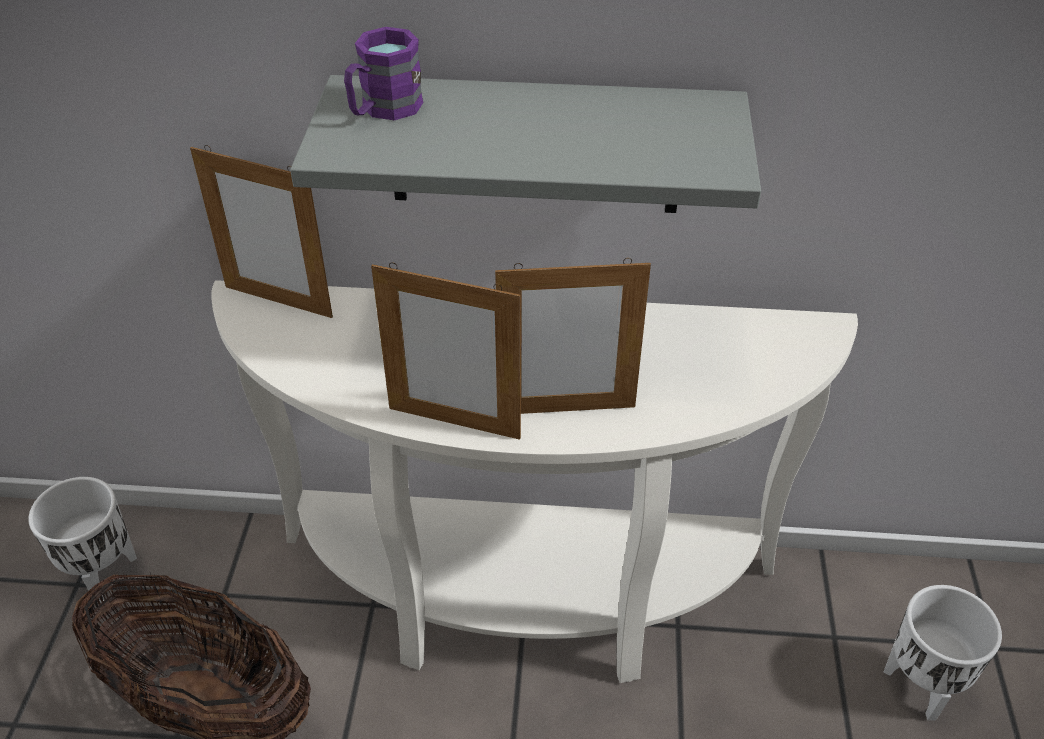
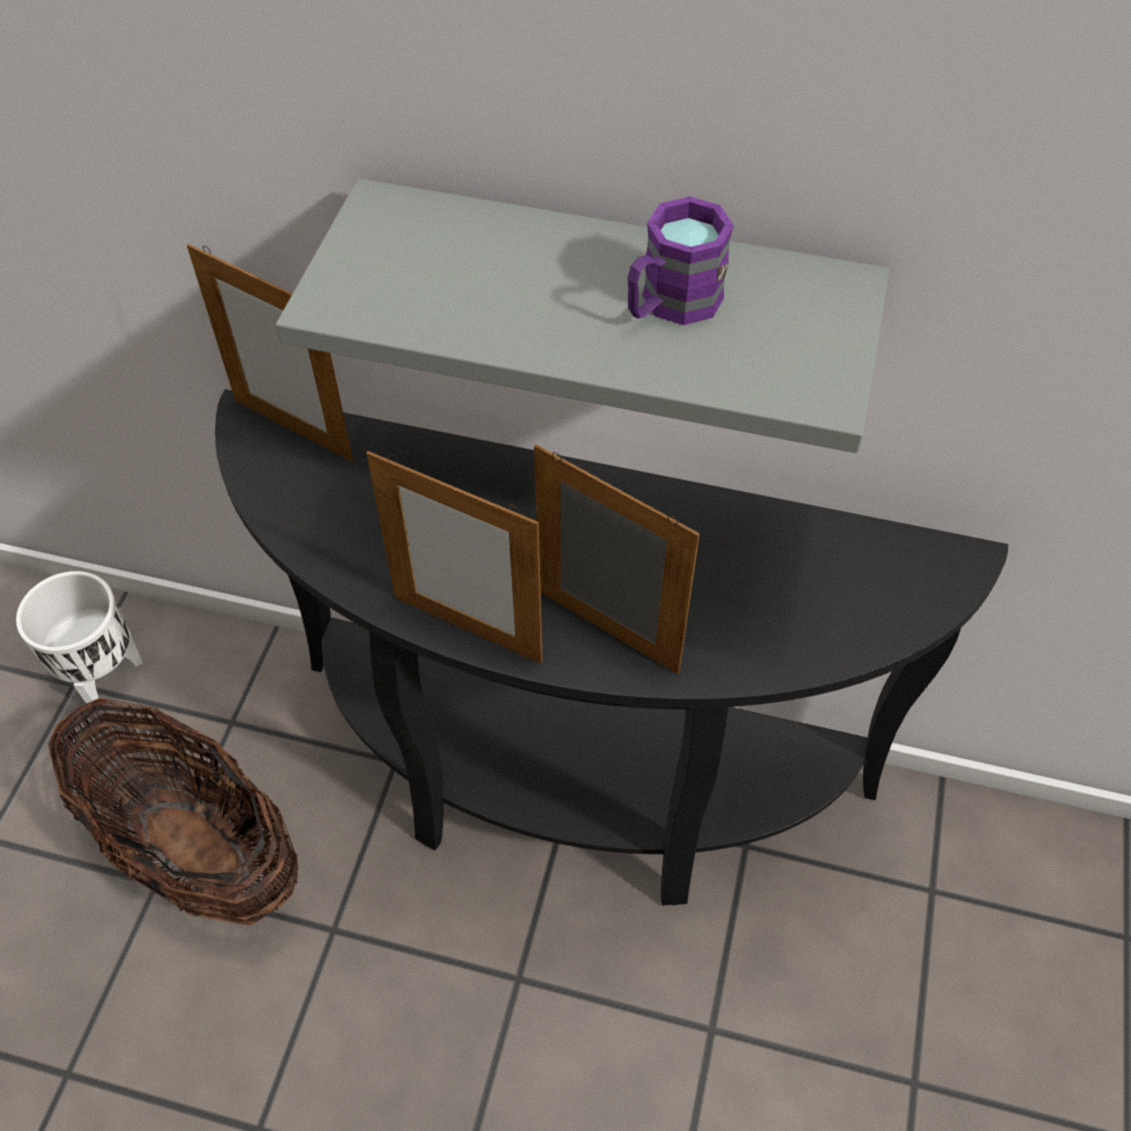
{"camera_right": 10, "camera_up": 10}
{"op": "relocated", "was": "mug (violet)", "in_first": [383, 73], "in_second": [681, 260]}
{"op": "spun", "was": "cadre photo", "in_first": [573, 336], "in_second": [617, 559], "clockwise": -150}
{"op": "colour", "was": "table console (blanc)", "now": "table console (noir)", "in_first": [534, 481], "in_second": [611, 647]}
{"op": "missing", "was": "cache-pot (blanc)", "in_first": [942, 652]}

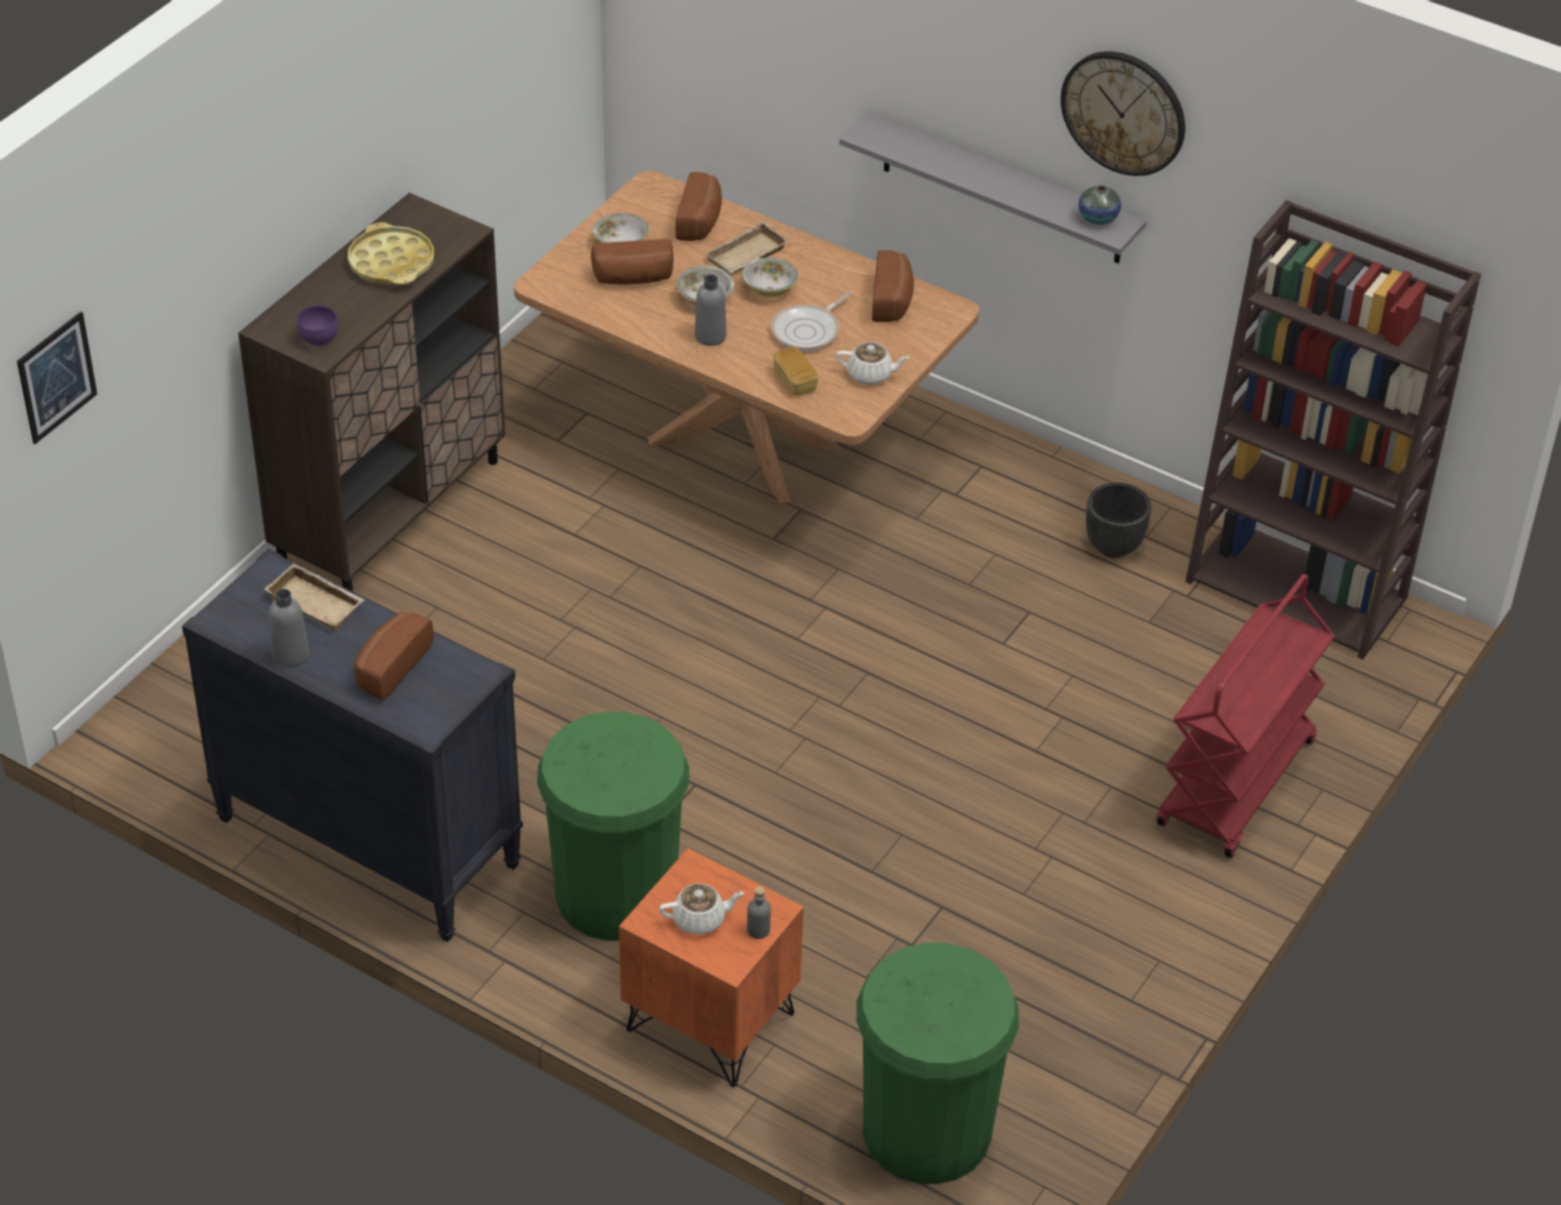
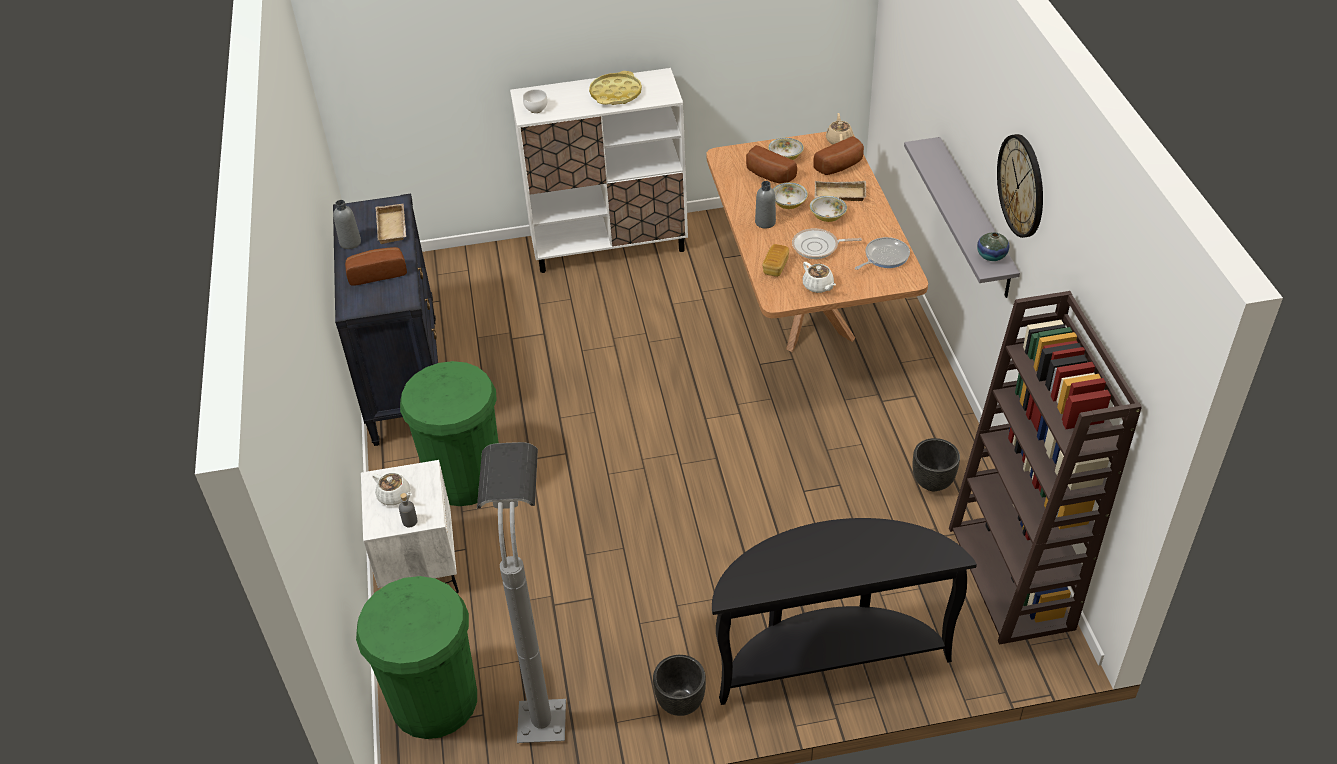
{"camera_right": 50, "camera_up": 0}
{"op": "colour", "was": "meuble de rangement (marron)", "now": "meuble de rangement (blanc)", "in_first": [371, 392], "in_second": [599, 170]}
{"op": "exchanged", "was": "pain", "now": "poêle", "in_first": [893, 286], "in_second": [882, 253]}
{"op": "colour", "was": "bol (violet)", "now": "bol (blanc)", "in_first": [317, 325], "in_second": [535, 101]}
{"op": "missing", "was": "tableau", "in_first": [57, 378]}
{"op": "exchanged", "was": "chariot (rouge)", "now": "table console (noir)", "in_first": [1245, 716], "in_second": [844, 611]}
{"op": "colour", "was": "table de chevet (orange)", "now": "table de chevet (blanc)", "in_first": [711, 967], "in_second": [410, 526]}
{"op": "appeared", "now": "théière (beige)", "in_second": [840, 129]}
{"op": "appeared", "now": "lampadaire (gris)", "in_second": [521, 592]}
{"op": "appeared", "now": "cache-pot (noir)", "in_second": [679, 685]}

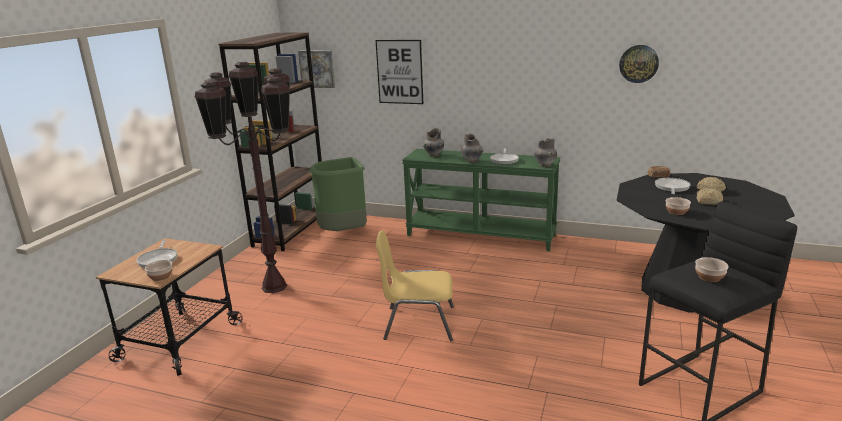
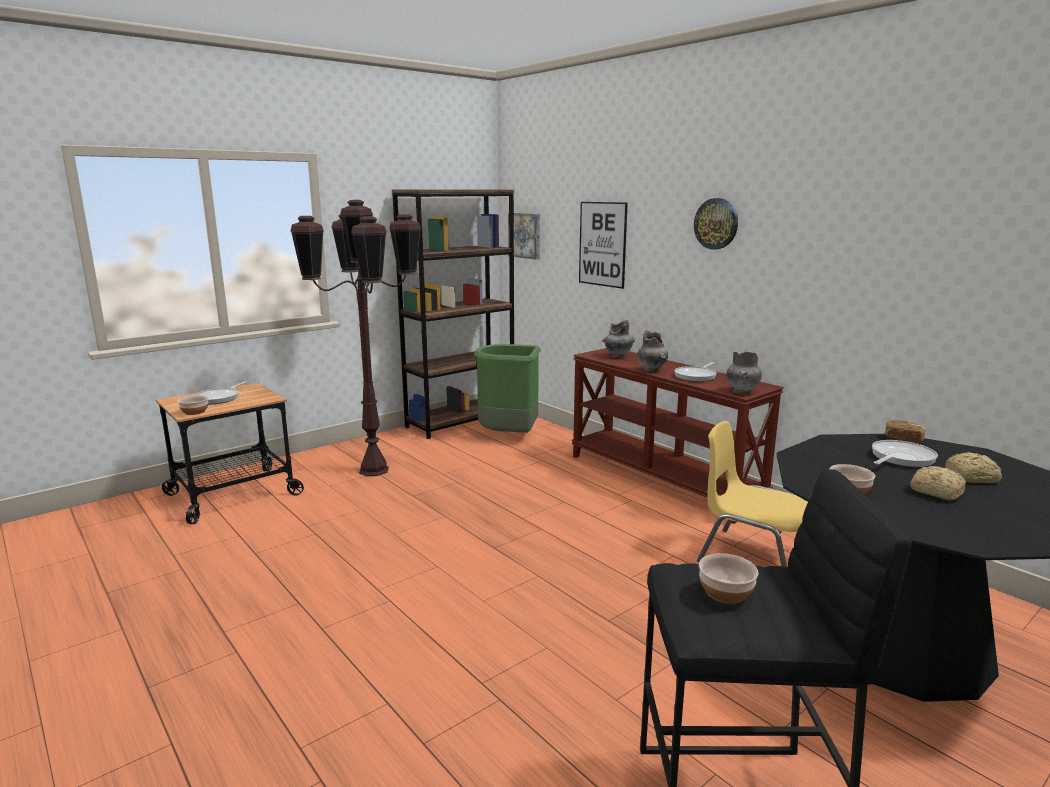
{"camera_right": 30, "camera_up": -5}
{"op": "relocated", "was": "horloge murale", "in_first": [639, 64], "in_second": [716, 224]}
{"op": "colour", "was": "table console (vert)", "now": "table console (marron)", "in_first": [481, 200], "in_second": [678, 436]}
{"op": "relocated", "was": "chaise (jaune)", "in_first": [415, 285], "in_second": [752, 494]}

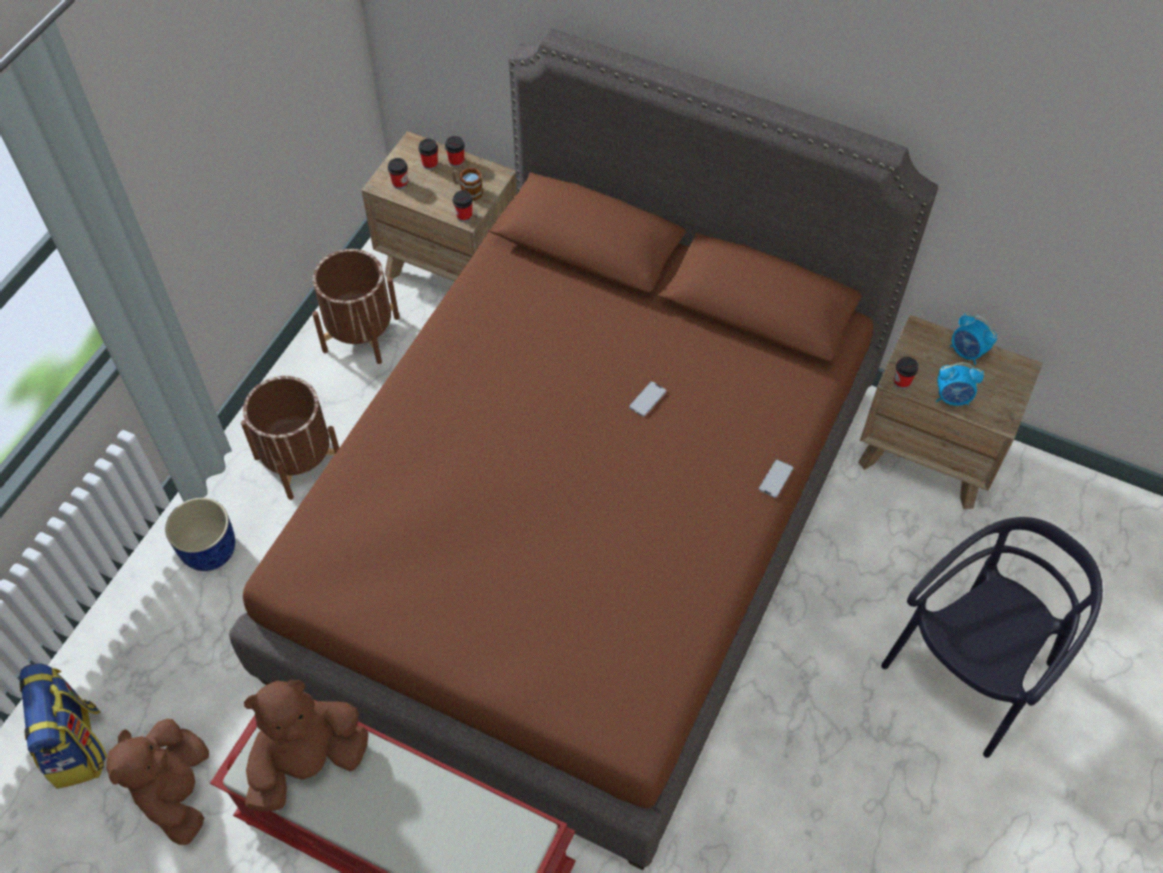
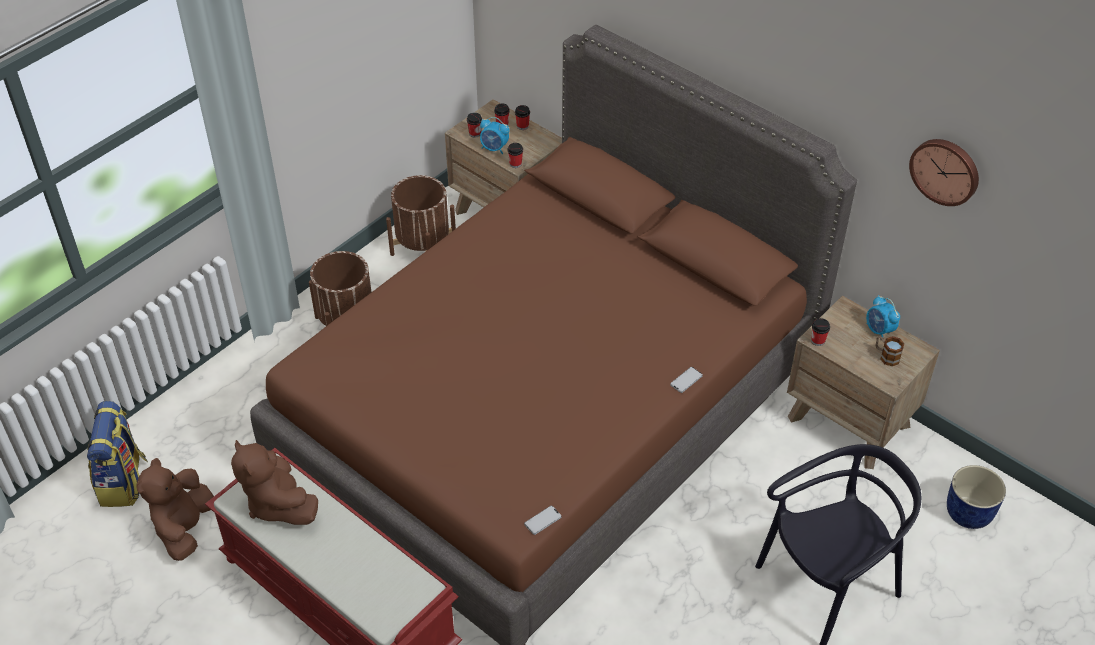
{"camera_right": 15, "camera_up": -10}
{"op": "relocated", "was": "mug", "in_first": [467, 184], "in_second": [889, 351]}
{"op": "relocated", "was": "réveil", "in_first": [960, 384], "in_second": [495, 135]}
{"op": "relocated", "was": "téléphone", "in_first": [647, 399], "in_second": [543, 520]}
{"op": "relocated", "was": "cache-pot (bleu)", "in_first": [200, 534], "in_second": [976, 497]}
{"op": "spun", "was": "peluche (marron)", "in_first": [306, 746], "in_second": [274, 482], "clockwise": -105}
{"op": "appeared", "now": "horloge murale", "in_second": [944, 172]}

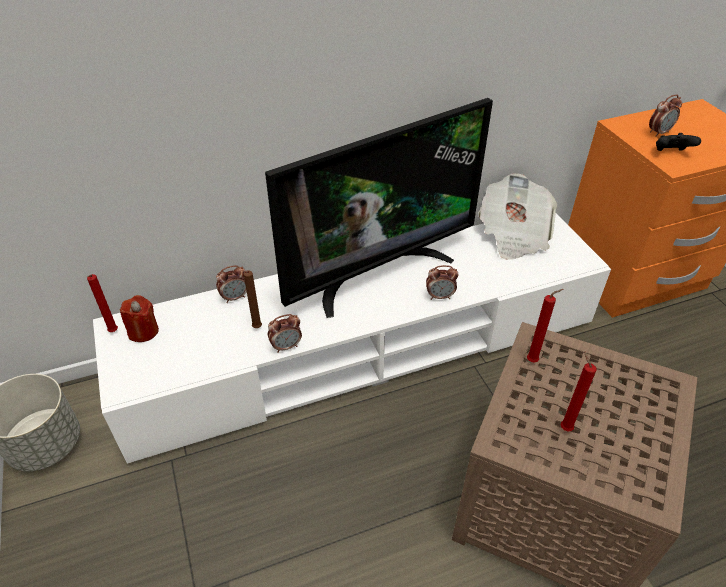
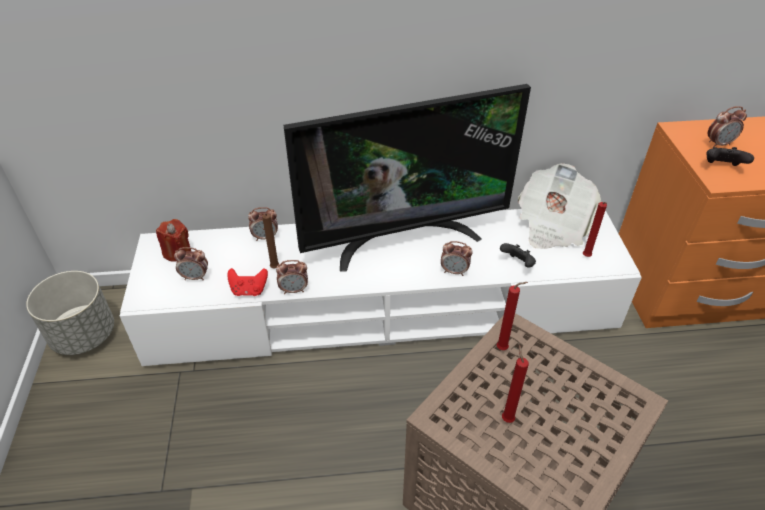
{"camera_right": 15, "camera_up": 0}
{"op": "relocated", "was": "bougie (rouge)", "in_first": [102, 303], "in_second": [595, 229]}
{"op": "appeared", "now": "manette (noir)", "in_second": [518, 255]}
{"op": "appeared", "now": "réveil", "in_second": [191, 263]}
{"op": "appeared", "now": "manette (rouge)", "in_second": [247, 282]}

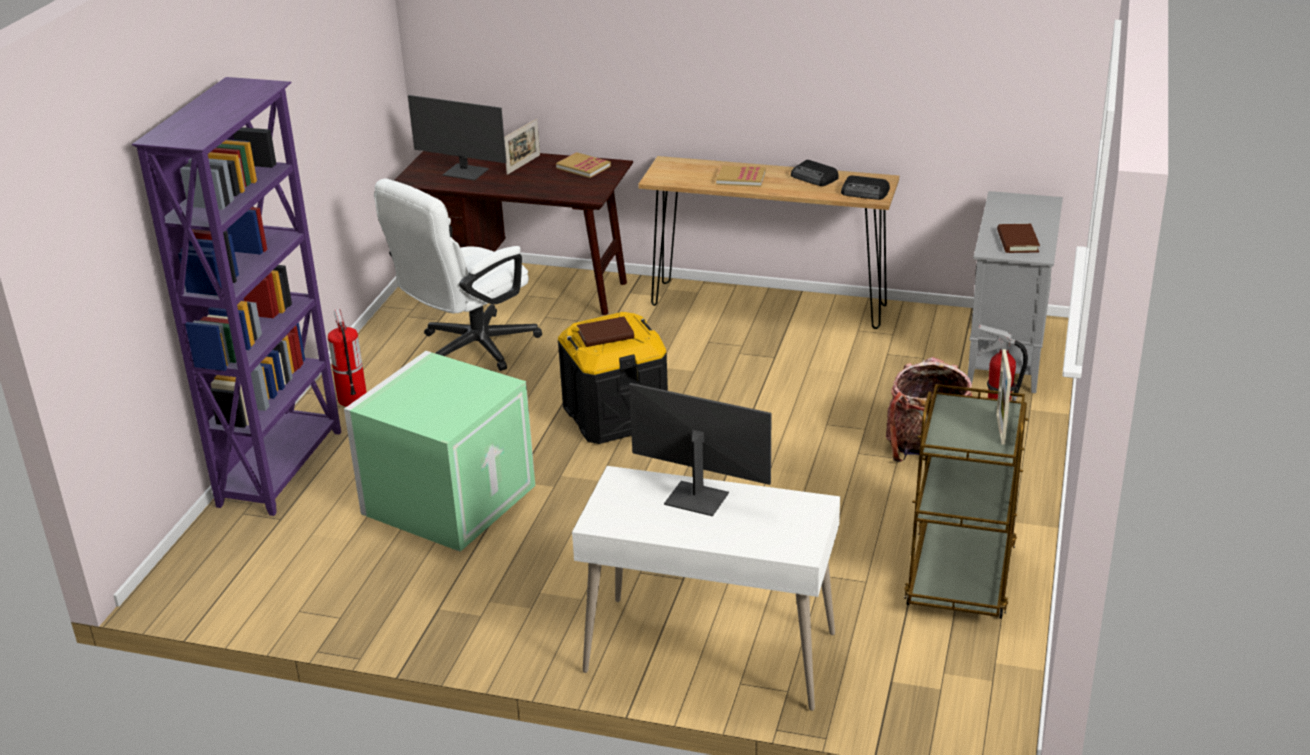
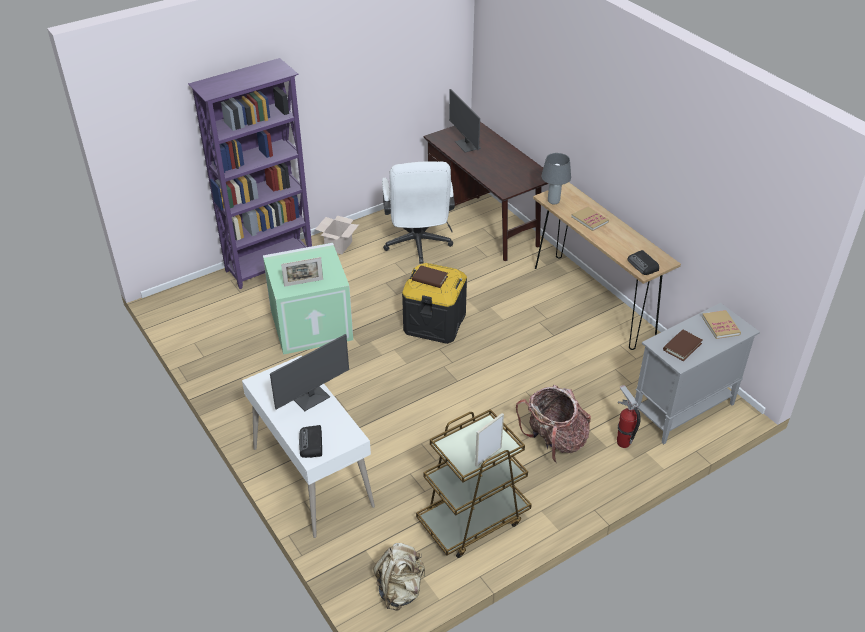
{"camera_right": 40, "camera_up": 10}
{"op": "relocated", "was": "cadre photo", "in_first": [522, 146], "in_second": [302, 272]}
{"op": "relocated", "was": "livre", "in_first": [583, 165], "in_second": [721, 324]}
{"op": "relocated", "was": "radio", "in_first": [815, 173], "in_second": [310, 441]}
{"op": "spun", "was": "chaise de bureau (blanc)", "in_first": [458, 274], "in_second": [418, 212], "clockwise": -90}
{"op": "exchanged", "was": "extincteur", "now": "carton", "in_first": [347, 358], "in_second": [337, 235]}
{"op": "spun", "was": "écran d'ordinateur", "in_first": [700, 449], "in_second": [309, 372], "clockwise": 75}
{"op": "appeared", "now": "lampe de table (gris)", "in_second": [556, 178]}
{"op": "appeared", "now": "sac à dos (beige)", "in_second": [399, 577]}

